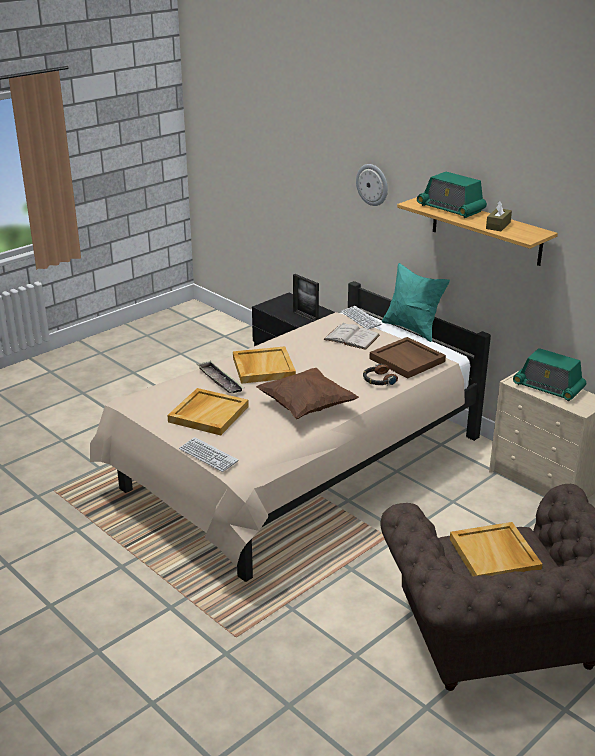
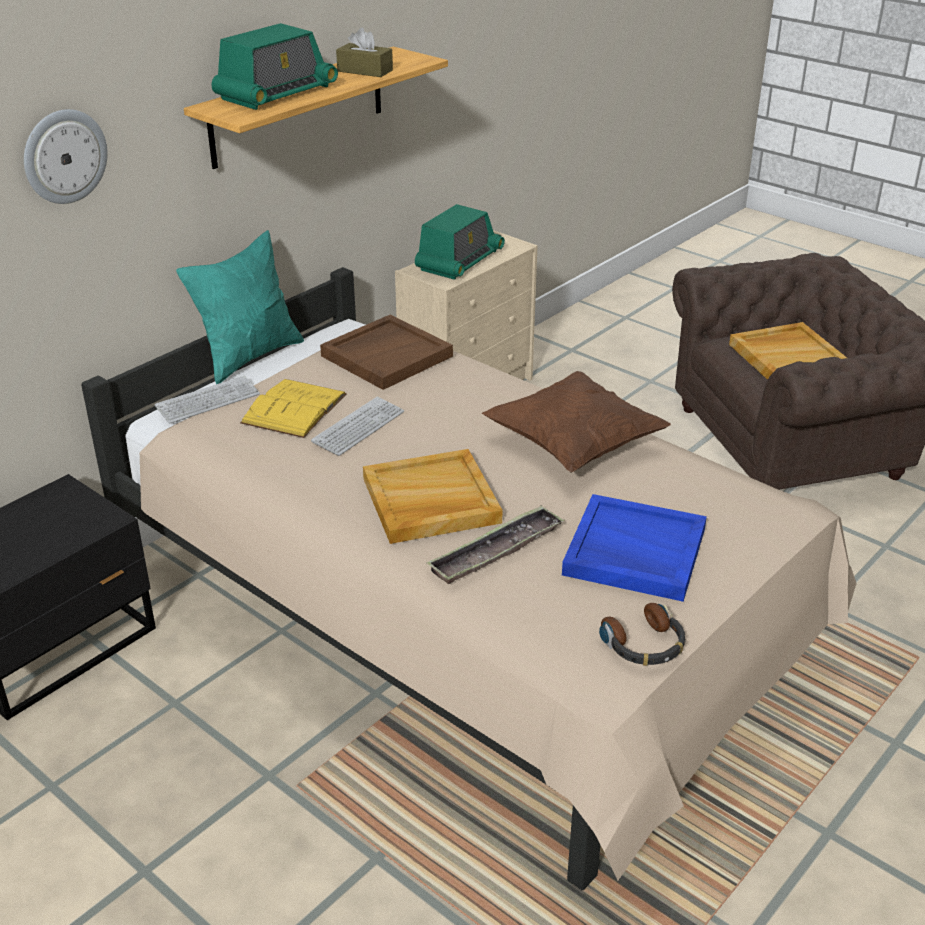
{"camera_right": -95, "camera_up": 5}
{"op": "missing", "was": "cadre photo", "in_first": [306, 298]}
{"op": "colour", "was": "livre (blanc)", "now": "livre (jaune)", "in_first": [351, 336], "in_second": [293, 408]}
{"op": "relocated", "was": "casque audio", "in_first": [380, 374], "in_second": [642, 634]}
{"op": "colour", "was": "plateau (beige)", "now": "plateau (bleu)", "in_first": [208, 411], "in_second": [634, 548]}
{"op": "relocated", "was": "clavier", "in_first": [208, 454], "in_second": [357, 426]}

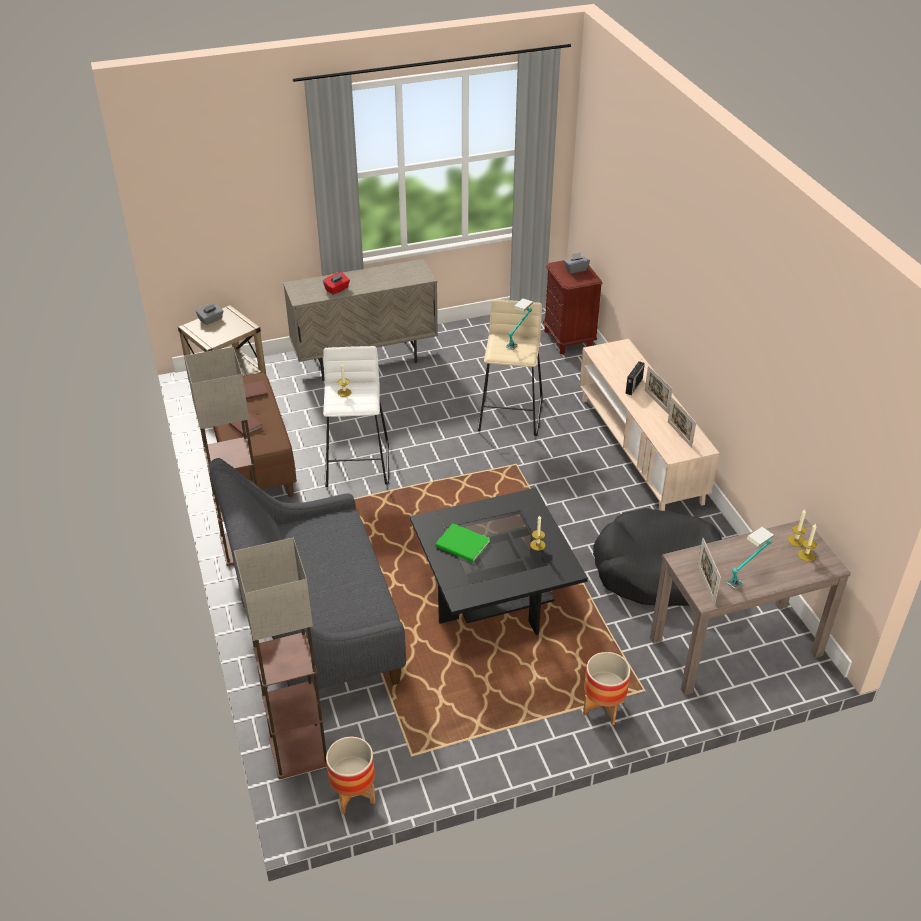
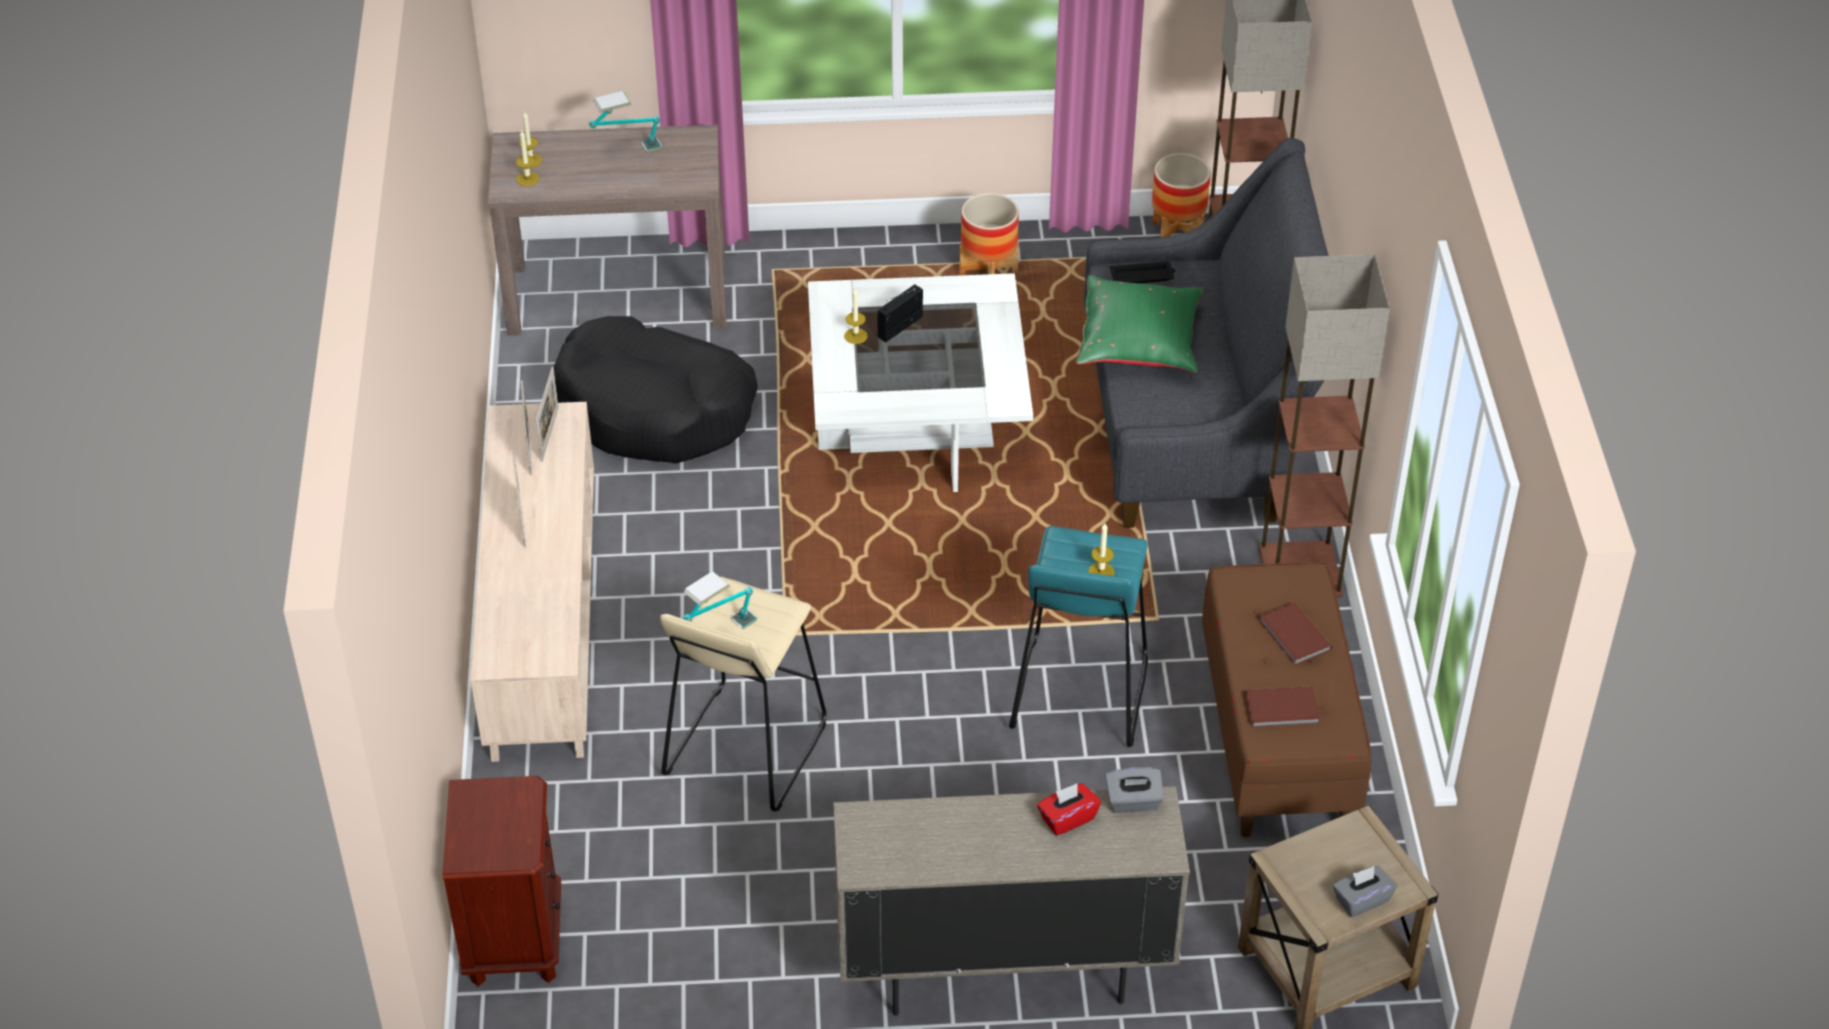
{"camera_right": -165, "camera_up": 5}
{"op": "relocated", "was": "boîte à mouchoirs (gris)", "in_first": [577, 263], "in_second": [1134, 789]}
{"op": "colour", "was": "tabouret (blanc)", "now": "tabouret (turquoise)", "in_first": [356, 416], "in_second": [1078, 636]}
{"op": "relocated", "was": "radio", "in_first": [635, 377], "in_second": [900, 313]}
{"op": "colour", "was": "table basse (noir)", "now": "table basse (blanc)", "in_first": [499, 561], "in_second": [920, 382]}
{"op": "missing", "was": "livre (vert)", "in_first": [462, 542]}
{"op": "relocated", "was": "cadre photo", "in_first": [709, 571], "in_second": [547, 414]}
{"op": "relocated", "was": "cache-pot", "in_first": [607, 688], "in_second": [989, 234]}
{"op": "appeared", "now": "plateau (noir)", "in_second": [1142, 272]}
{"op": "appeared", "now": "coussin (vert)", "in_second": [1140, 324]}

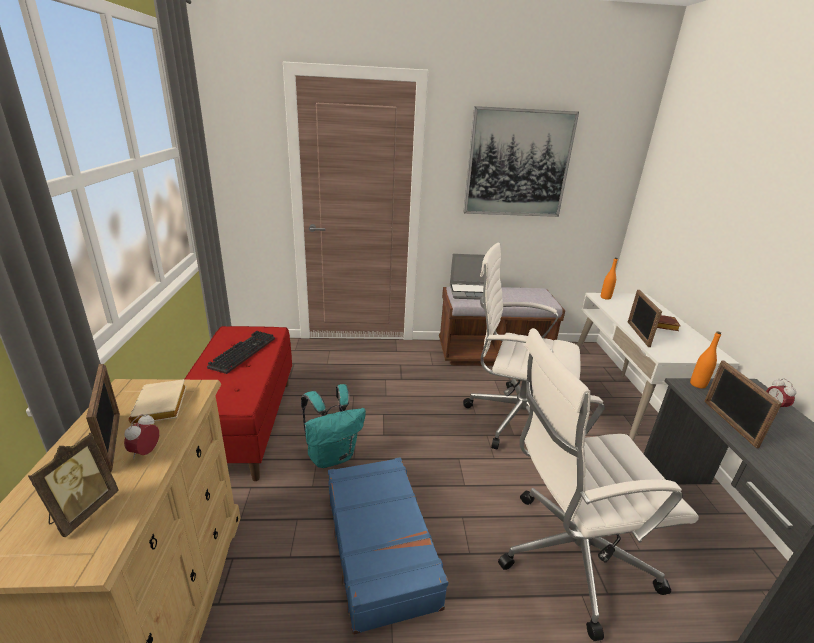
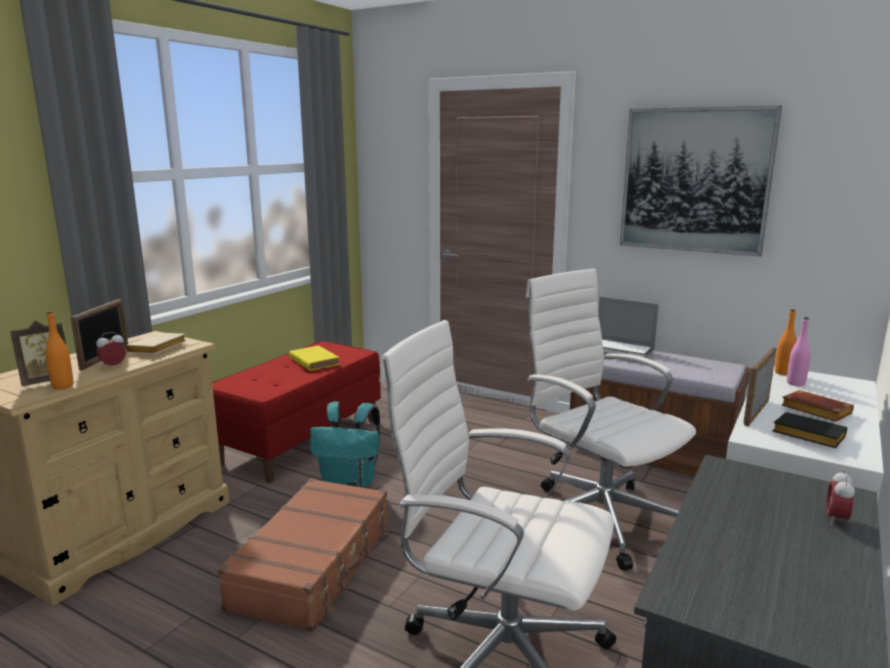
{"camera_right": 35, "camera_up": -10}
{"op": "exchanged", "was": "clavier", "now": "livre (jaune)", "in_first": [241, 352], "in_second": [314, 358]}
{"op": "relocated", "was": "bouteille (orange)", "in_first": [705, 359], "in_second": [59, 350]}
{"op": "missing", "was": "cadre photo", "in_first": [743, 404]}
{"op": "colour", "was": "valise (bleu)", "now": "valise (marron)", "in_first": [388, 546], "in_second": [303, 555]}
{"op": "appeared", "now": "bouteille (rose)", "in_second": [799, 351]}
{"op": "appeared", "now": "livre (noir)", "in_second": [810, 430]}

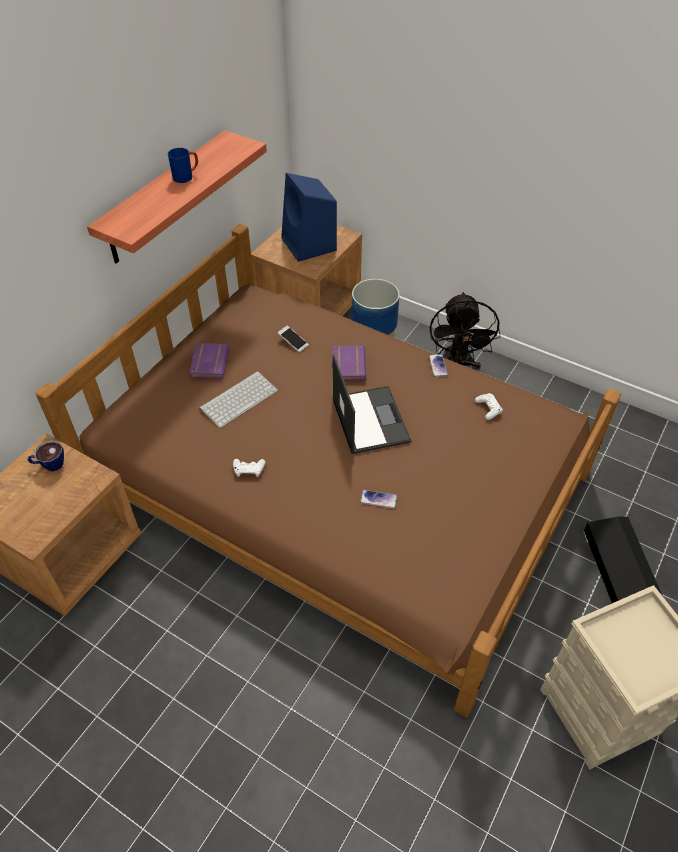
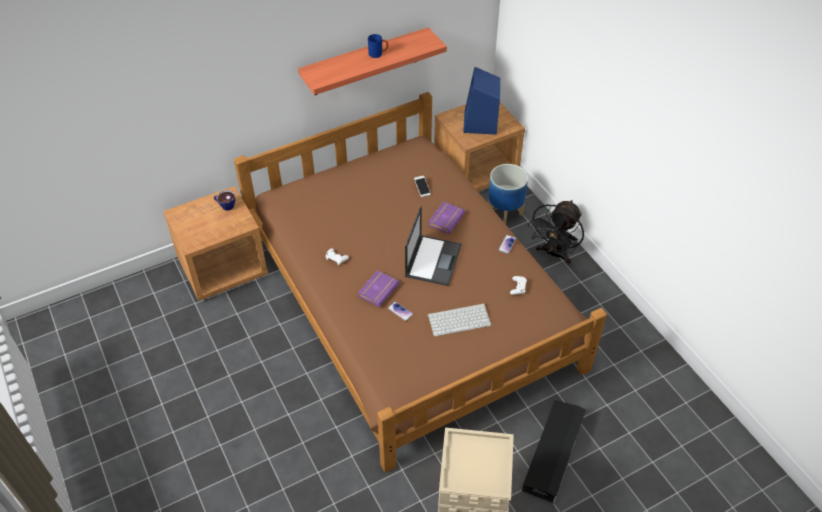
{"camera_right": 30, "camera_up": 0}
{"op": "relocated", "was": "livre (violet)", "in_first": [209, 361], "in_second": [379, 288]}
{"op": "relocated", "was": "clavier", "in_first": [238, 399], "in_second": [459, 319]}

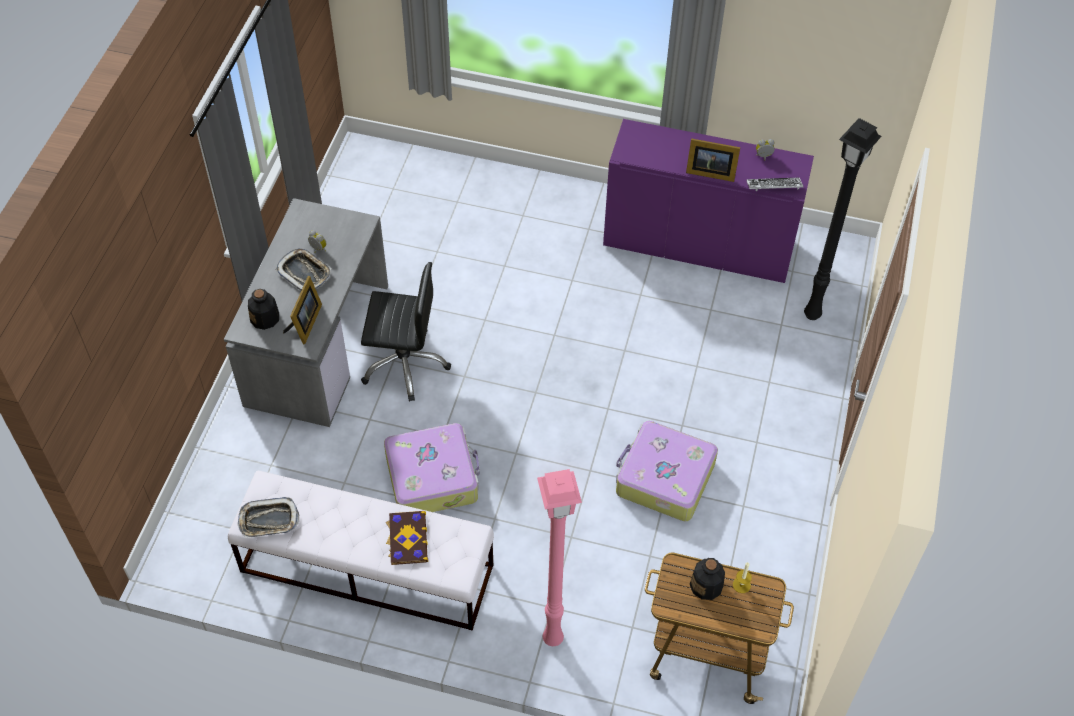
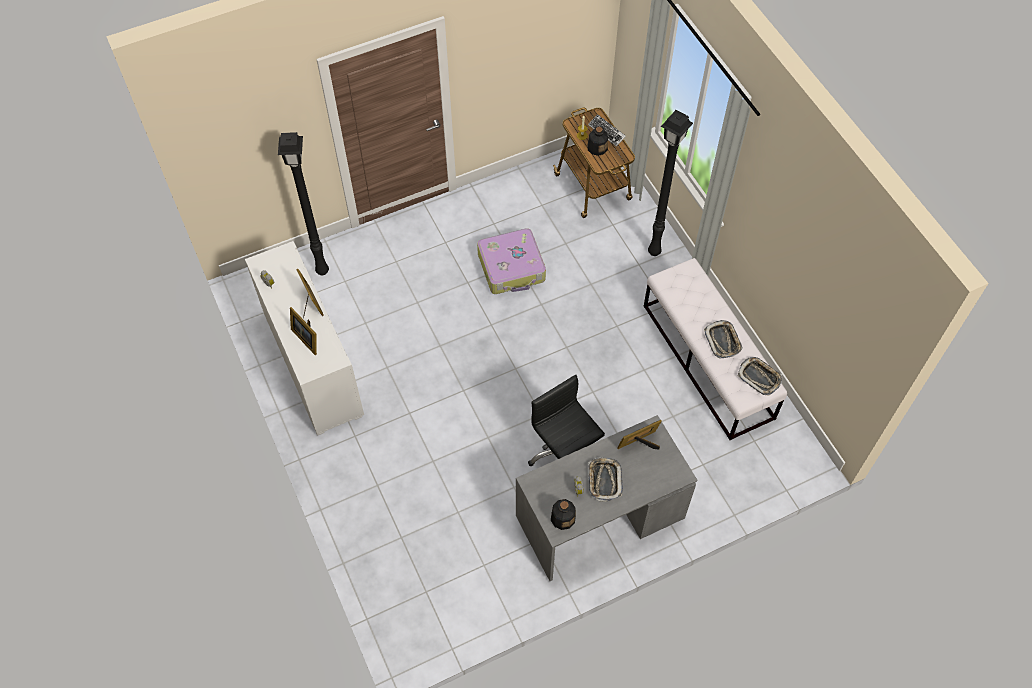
{"camera_right": -130, "camera_up": 5}
{"op": "colour", "was": "meuble de rangement (violet)", "now": "meuble de rangement (blanc)", "in_first": [708, 201], "in_second": [304, 338]}
{"op": "relocated", "was": "clavier", "in_first": [774, 184], "in_second": [607, 130]}
{"op": "relocated", "was": "bouteille", "in_first": [263, 309], "in_second": [563, 514]}
{"op": "missing", "was": "valise", "in_first": [432, 467]}
{"op": "colour", "was": "lampadaire (rose)", "now": "lampadaire (noir)", "in_first": [559, 557], "in_second": [670, 183]}
{"op": "missing", "was": "livre", "in_first": [407, 538]}
{"op": "appeared", "now": "cadre photo", "in_second": [303, 331]}
{"op": "appeared", "now": "plateau", "in_second": [723, 339]}

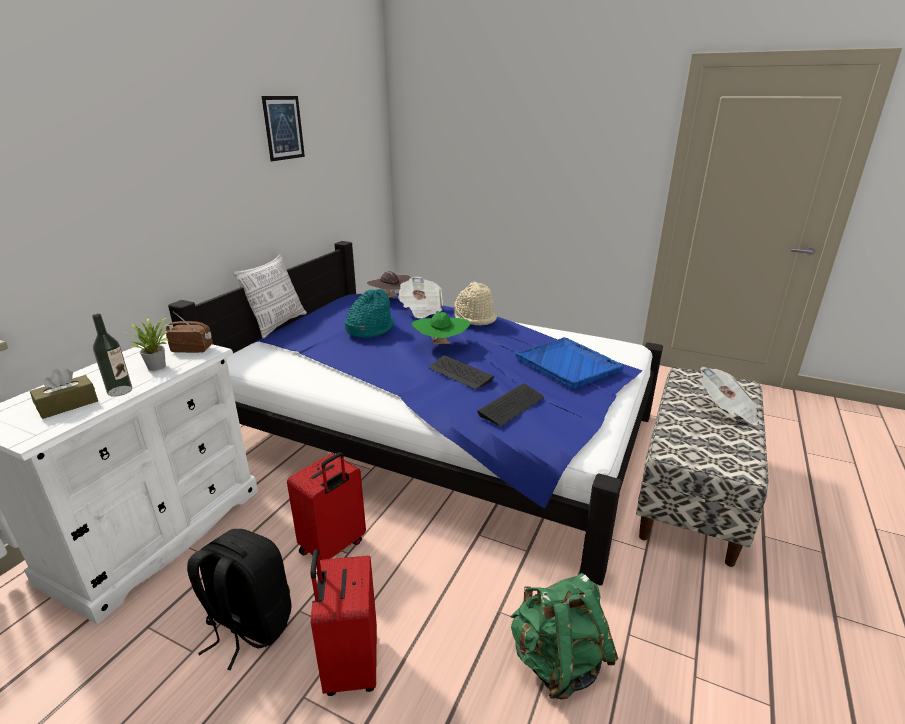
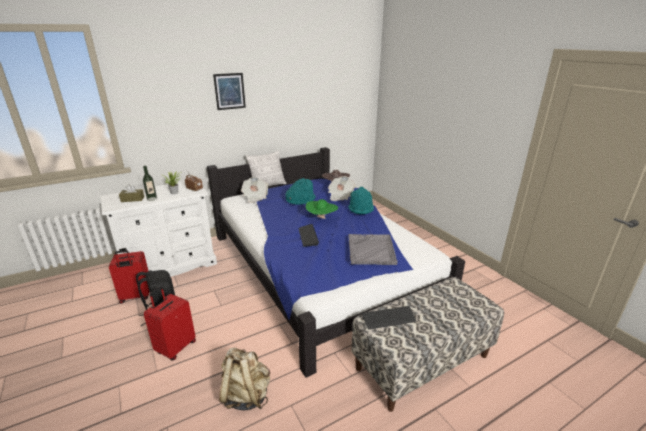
{"camera_right": 35, "camera_up": 0}
{"op": "relocated", "was": "tableau", "in_first": [283, 128], "in_second": [229, 91]}
{"op": "colour", "was": "chapeau (beige)", "now": "chapeau (turquoise)", "in_first": [475, 303], "in_second": [361, 200]}
{"op": "colour", "was": "plateau (bleu)", "now": "plateau (gris)", "in_first": [569, 363], "in_second": [373, 249]}
{"op": "relocated", "was": "journal", "in_first": [729, 396], "in_second": [254, 190]}
{"op": "relocated", "was": "clavier", "in_first": [510, 404], "in_second": [389, 317]}
{"op": "relocated", "was": "valise (rouge)", "in_first": [326, 506], "in_second": [129, 277]}
{"op": "colour", "was": "sac à dos (vert)", "now": "sac à dos (beige)", "in_first": [564, 636], "in_second": [244, 379]}

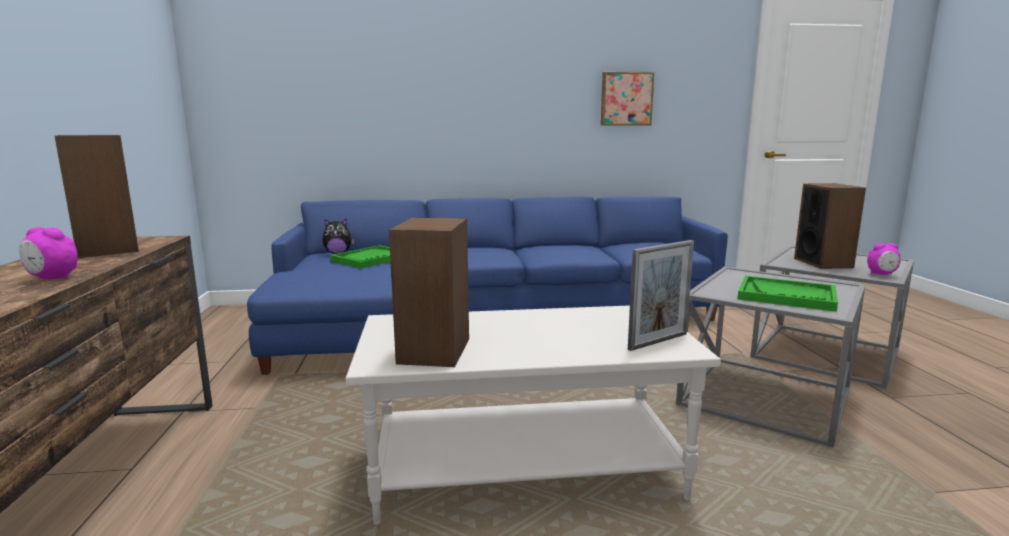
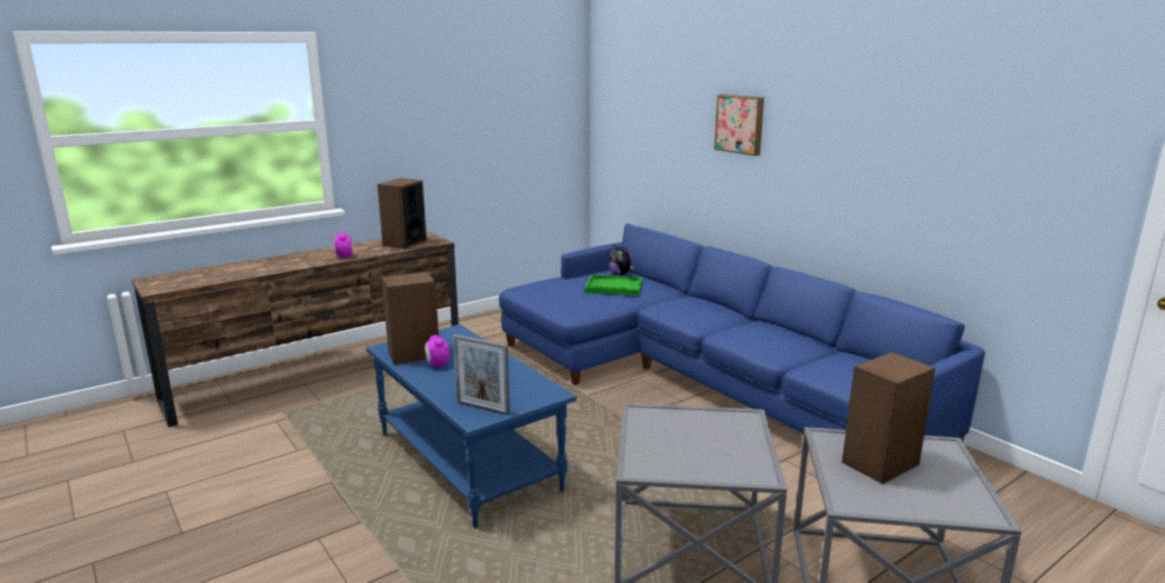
{"camera_right": 60, "camera_up": 5}
{"op": "relocated", "was": "tableau", "in_first": [627, 99], "in_second": [739, 125]}
{"op": "relocated", "was": "réveil", "in_first": [884, 259], "in_second": [437, 351]}
{"op": "missing", "was": "plateau (vert)", "in_first": [787, 294]}
{"op": "colour", "was": "table basse (blanc)", "now": "table basse (bleu)", "in_first": [533, 415], "in_second": [471, 426]}

